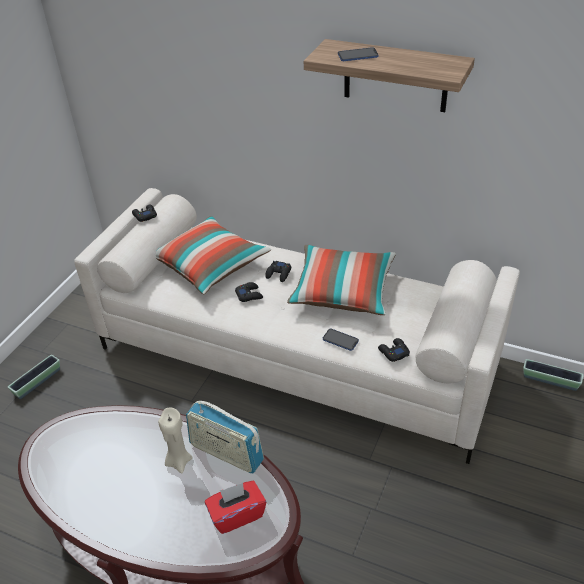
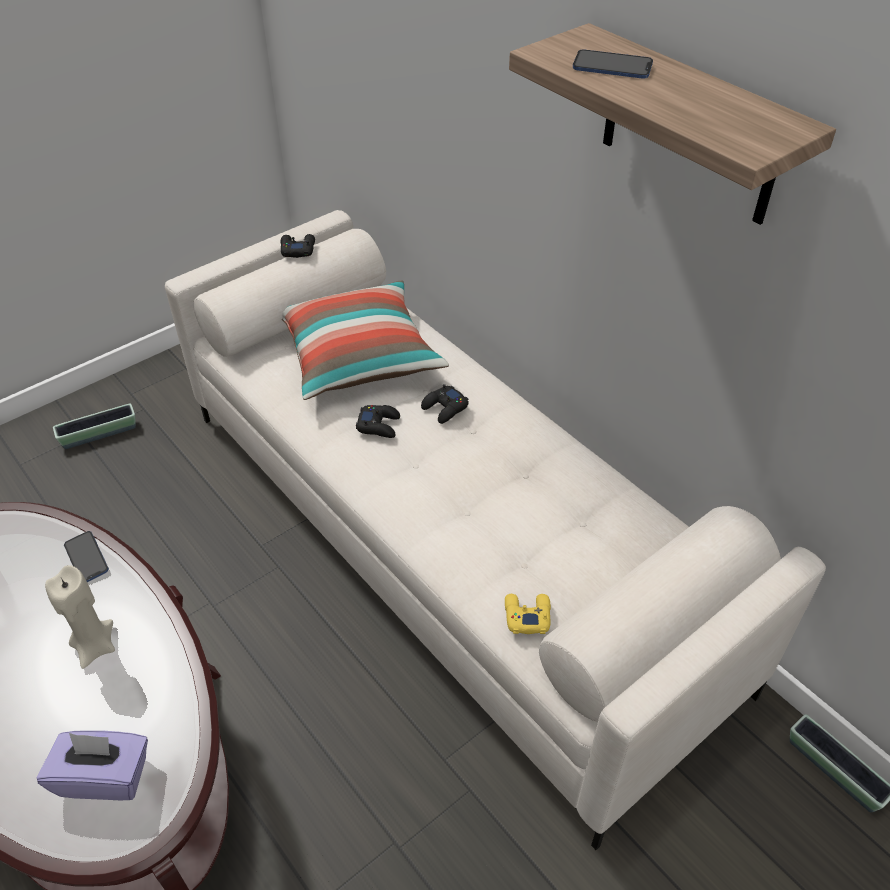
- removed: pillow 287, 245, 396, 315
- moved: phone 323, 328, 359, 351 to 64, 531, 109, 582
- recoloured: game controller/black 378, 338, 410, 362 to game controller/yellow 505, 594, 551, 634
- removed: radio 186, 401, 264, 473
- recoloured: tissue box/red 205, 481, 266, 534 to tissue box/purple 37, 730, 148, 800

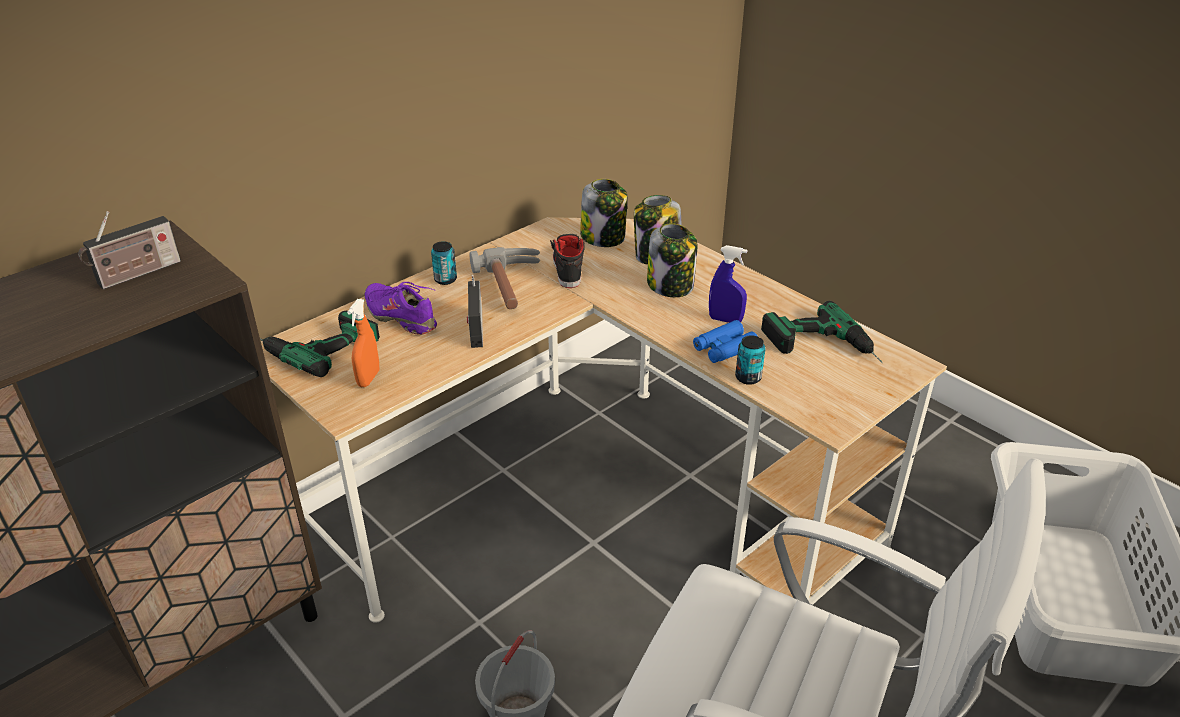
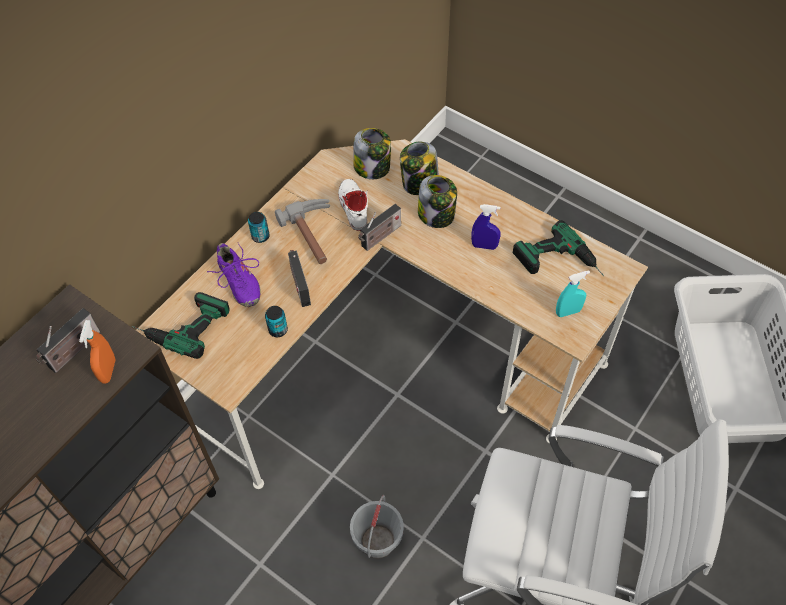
- recoloured: shoe/black 550, 234, 586, 288 to shoe/white 338, 179, 368, 231
- turned: shoe/purple 365, 282, 437, 335 = 207, 243, 261, 307 150 degrees counterclockwise
- moved: spray bottle/orange 347, 299, 379, 387 to 79, 320, 116, 384
- removed: binoculars/blue 693, 320, 758, 363
- moved: can 735, 335, 766, 385 to 265, 306, 288, 337
- added: radio 358, 204, 401, 251
- added: spray bottle/turquoise 556, 271, 590, 317

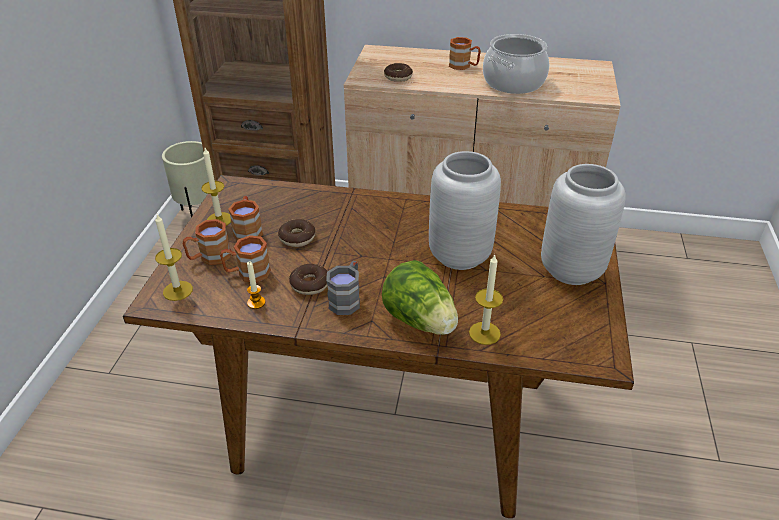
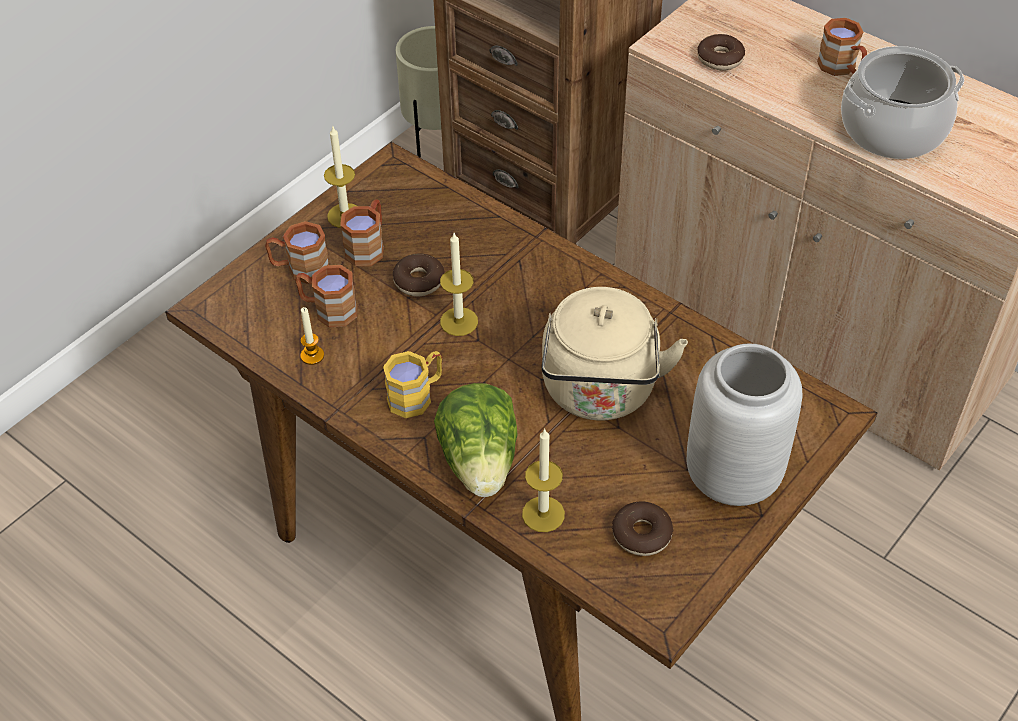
- replaced: vase/grey 429, 151, 501, 270 to kettle/beige 542, 287, 688, 421
- moved: candle 155, 214, 193, 301 to 440, 233, 478, 336
- recoloured: mug/grey 326, 261, 360, 315 to mug/yellow 383, 351, 442, 418
- moved: donut 289, 264, 328, 295 to 612, 501, 673, 556

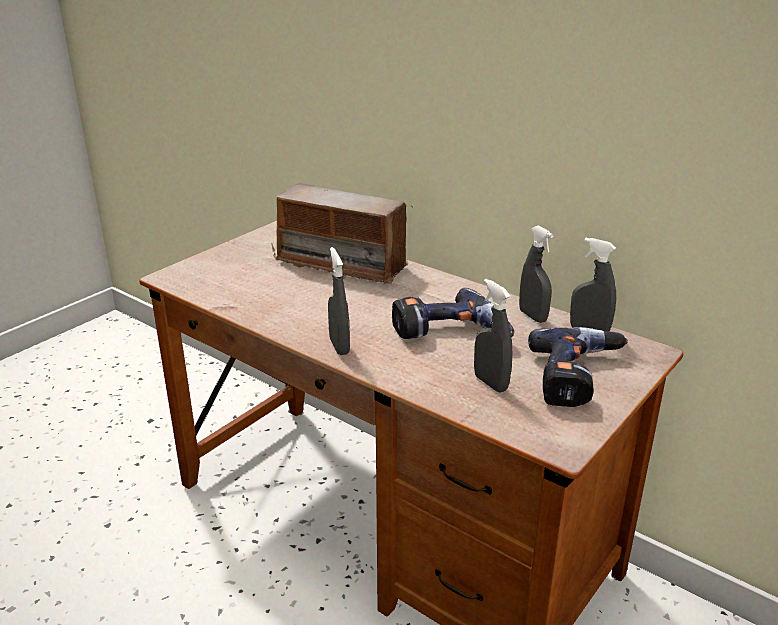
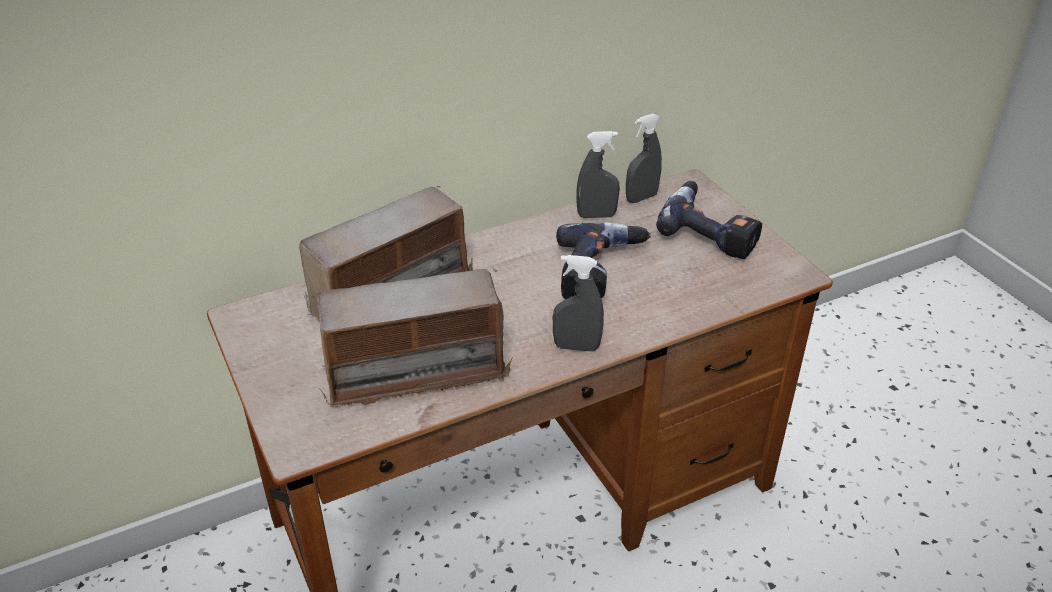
- removed: spray bottle/grey 474, 279, 512, 393
- added: radio 317, 269, 513, 407

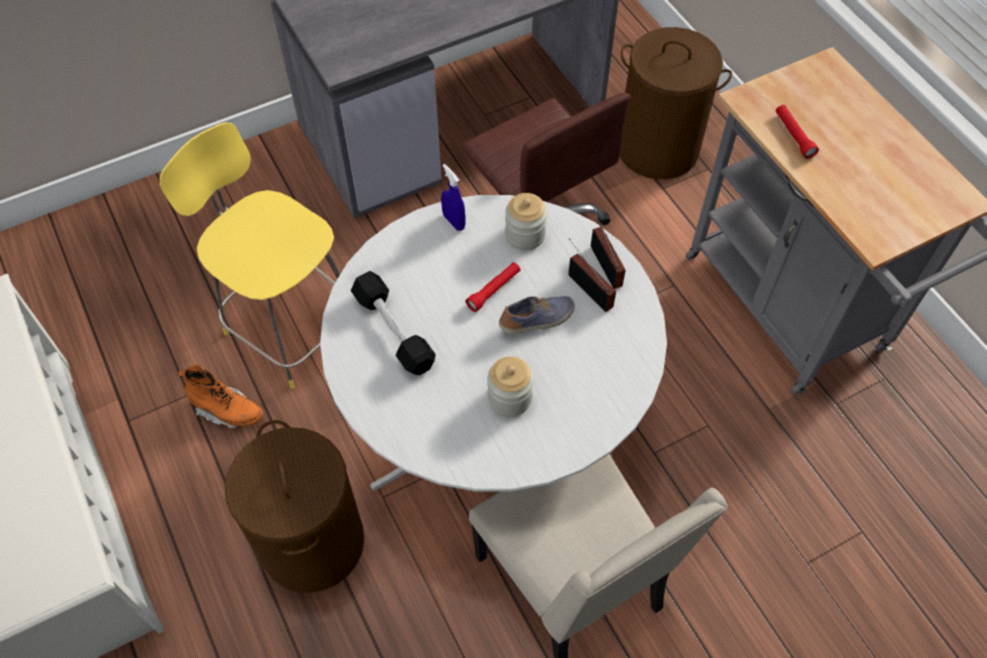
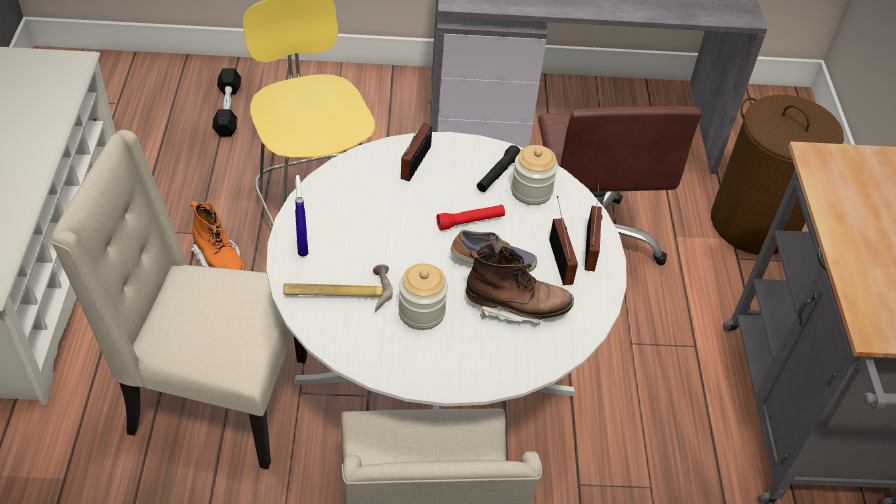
- removed: flashlight/red 776, 105, 819, 159
- moved: spray bottle/blue 441, 164, 466, 231 to 295, 175, 308, 256
- moved: dumbbell/black 351, 271, 436, 375 to 212, 68, 241, 137
- replaced: laundry basket/brown 225, 420, 364, 593 to chair/beige 50, 130, 307, 469
- added: radio 401, 102, 432, 181
- added: flashlight/black 477, 145, 521, 192
- added: boot/brown 466, 243, 574, 325
- added: hammer 283, 264, 393, 312

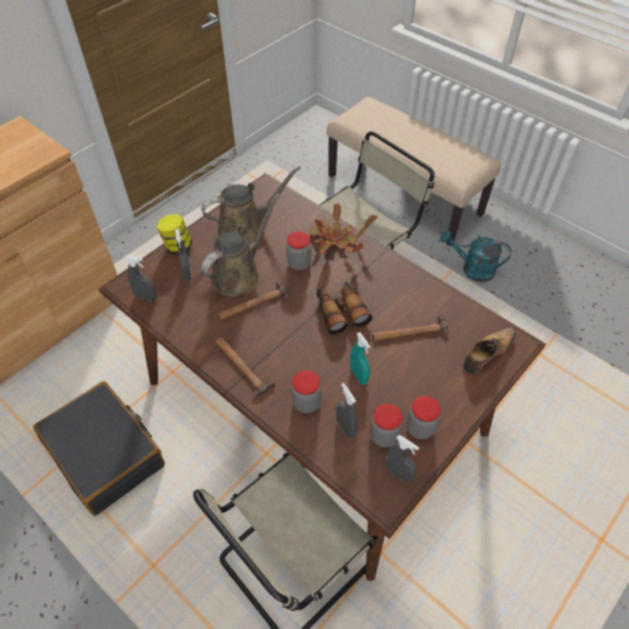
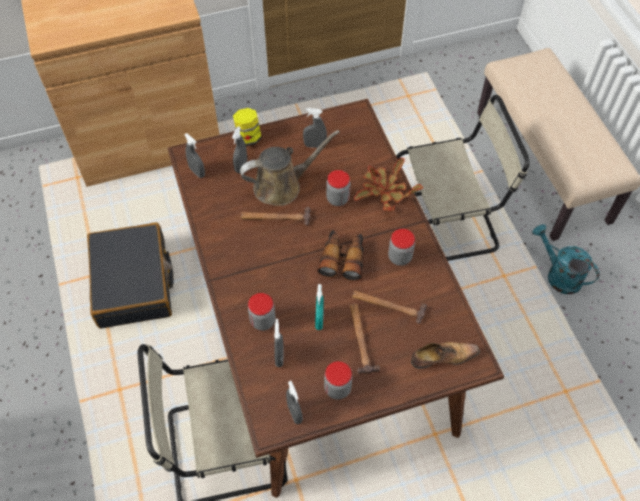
- replaced: watering can/brown 201, 166, 301, 245 to spray bottle/grey 303, 108, 327, 148
- moved: hammer 216, 337, 275, 397 to 350, 304, 380, 374
- moved: jar 370, 404, 403, 448 to 388, 229, 415, 266

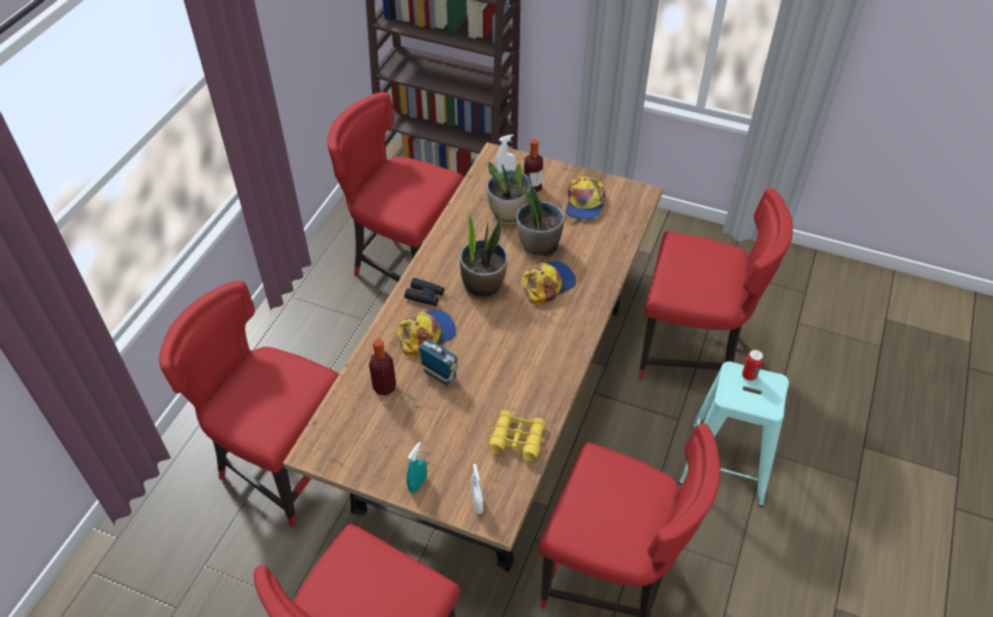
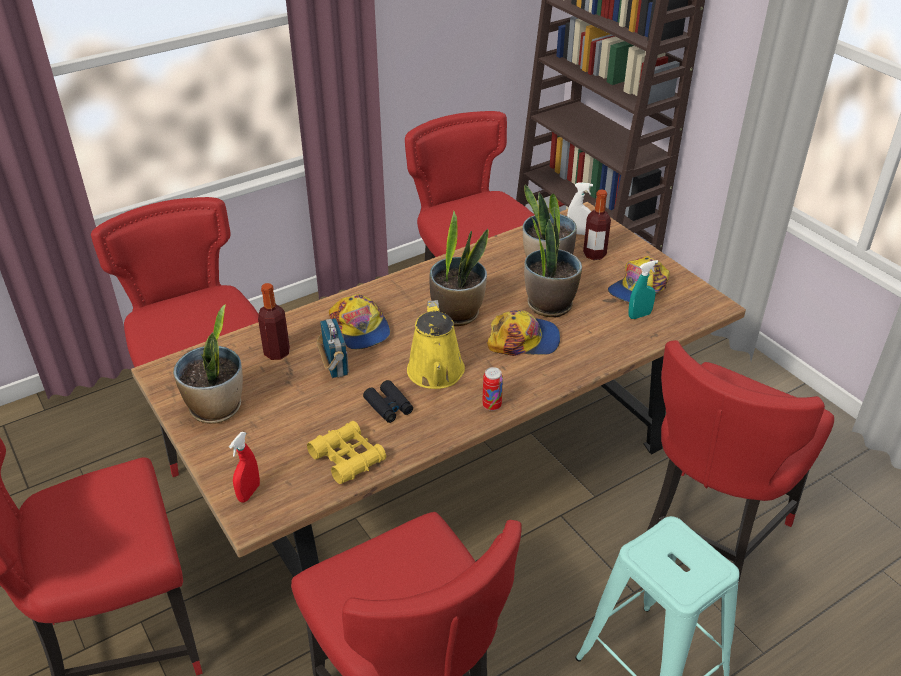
- turned: chair/red 638, 188, 793, 379 = 647, 340, 834, 582 75 degrees clockwise
- moved: binoculars/black 404, 278, 444, 306 to 363, 380, 413, 423
- turned: cap 396, 310, 456, 356 = 329, 294, 390, 350 60 degrees clockwise
- moved: can 742, 350, 763, 381 to 482, 367, 503, 411
- moved: spray bottle/turquoise 407, 442, 427, 493 to 628, 260, 658, 319
- recoloured: spray bottle/white 471, 464, 483, 514 to spray bottle/red 229, 432, 260, 502
- added: watering can/yellow 407, 300, 465, 389
- added: potted plant 173, 304, 243, 424

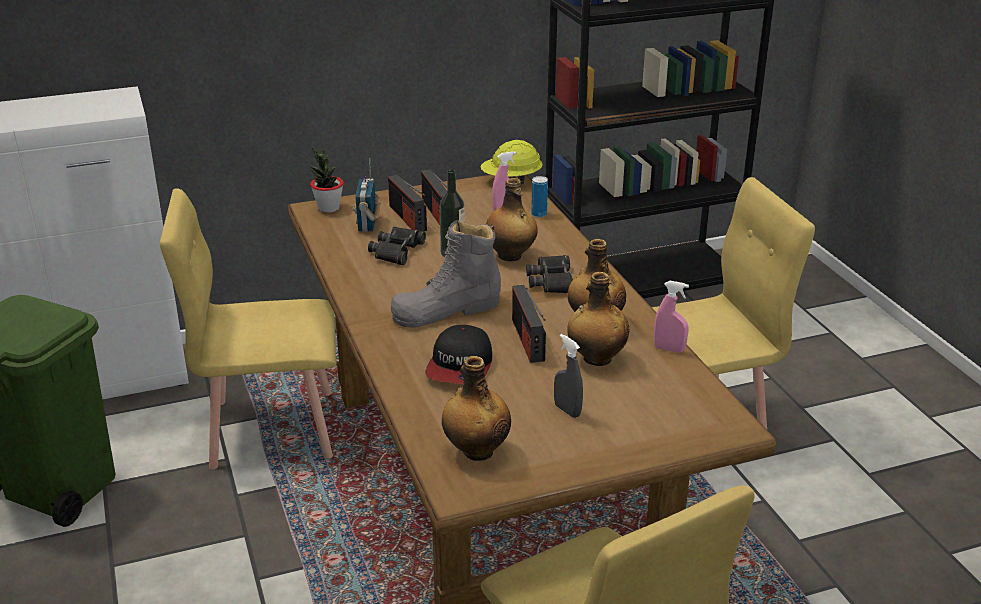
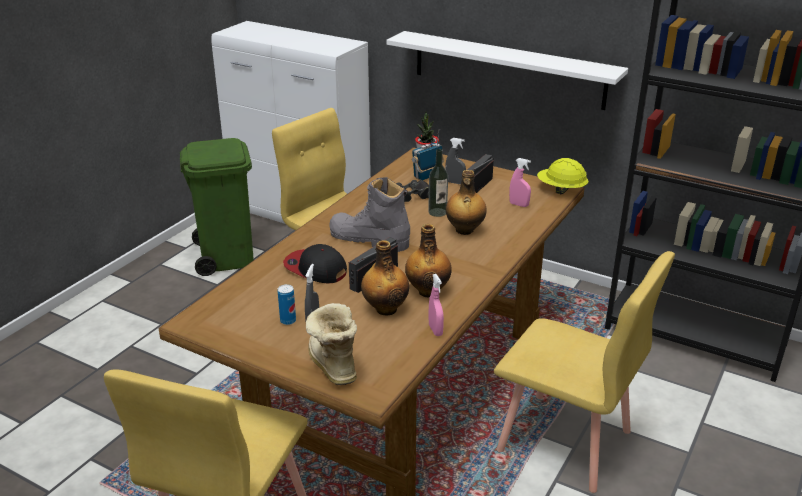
- replaced: radio 388, 175, 427, 231 to spray bottle/grey 445, 138, 466, 184
- moved: can 531, 176, 548, 217 to 278, 284, 296, 325
- removed: binoculars/black 526, 255, 573, 293
- turned: cap 425, 325, 492, 384 = 283, 244, 347, 283 60 degrees clockwise
- removed: bottle 442, 356, 511, 461
- added: shelf/white 387, 31, 628, 110
- added: boot 306, 303, 357, 385

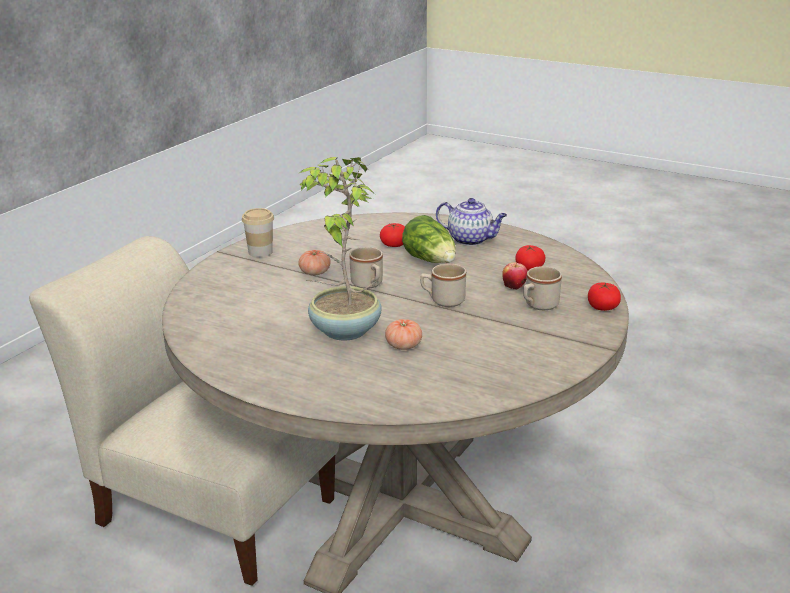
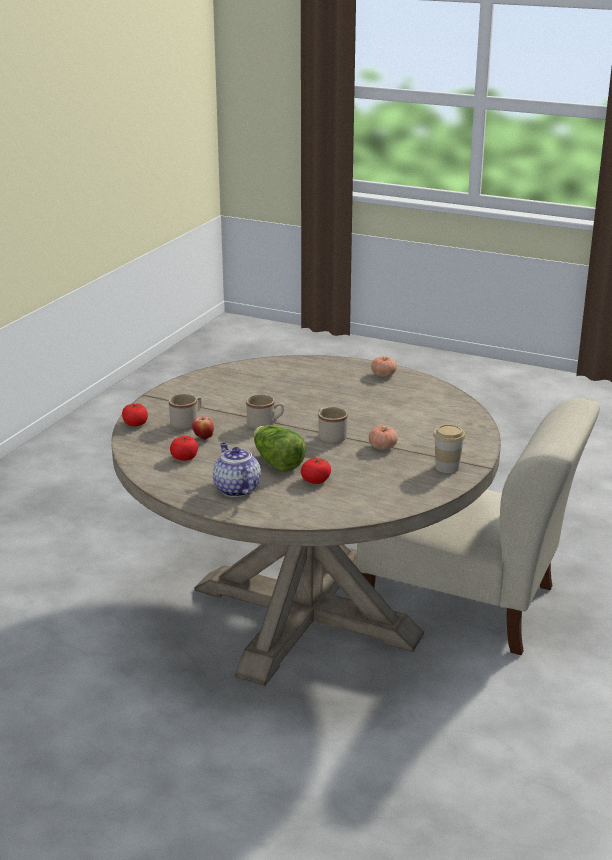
- removed: potted plant 298, 157, 382, 340
- turned: teapot 436, 198, 507, 246 = 213, 443, 261, 497 45 degrees clockwise
- moved: tomato 385, 319, 422, 350 to 371, 357, 397, 377

